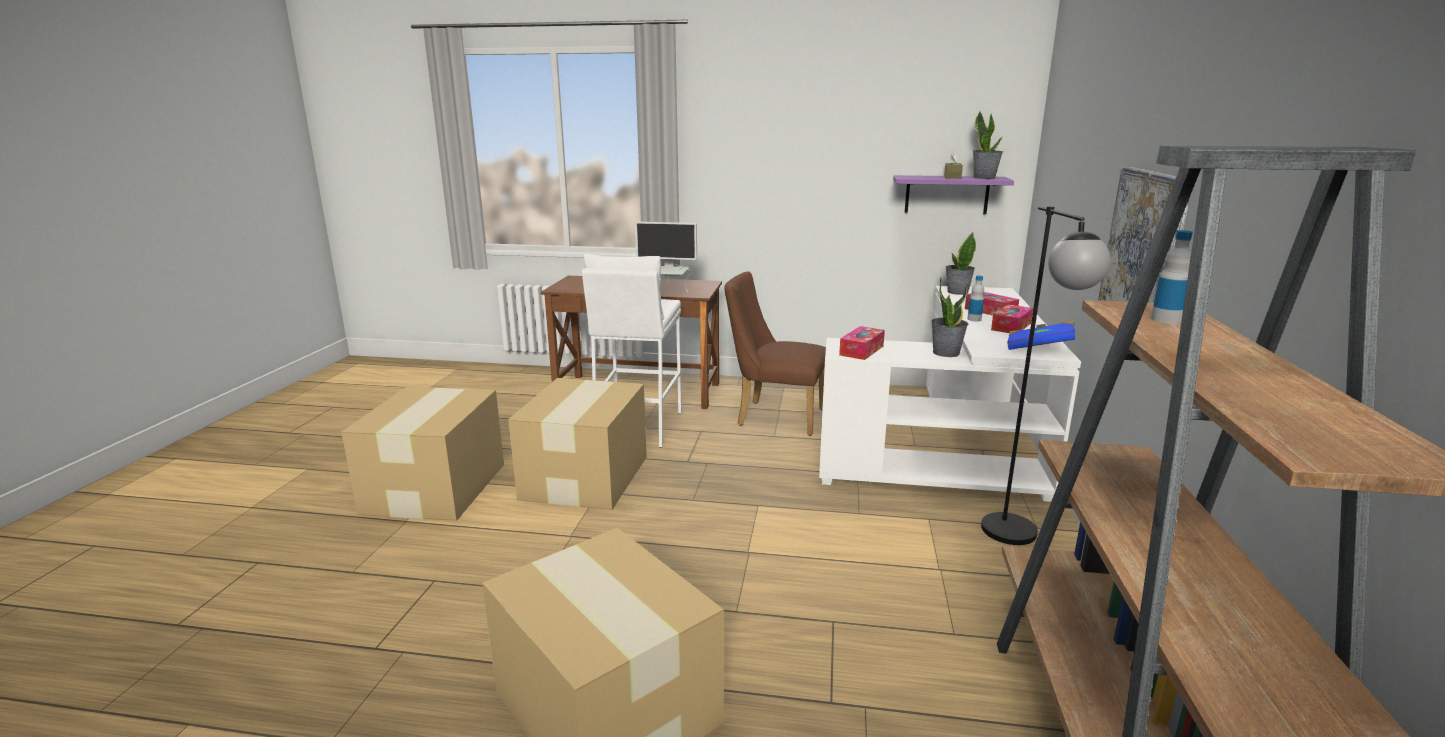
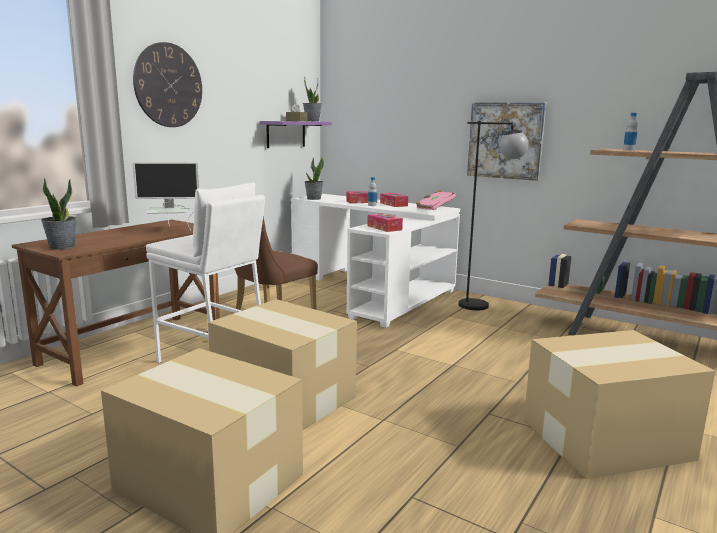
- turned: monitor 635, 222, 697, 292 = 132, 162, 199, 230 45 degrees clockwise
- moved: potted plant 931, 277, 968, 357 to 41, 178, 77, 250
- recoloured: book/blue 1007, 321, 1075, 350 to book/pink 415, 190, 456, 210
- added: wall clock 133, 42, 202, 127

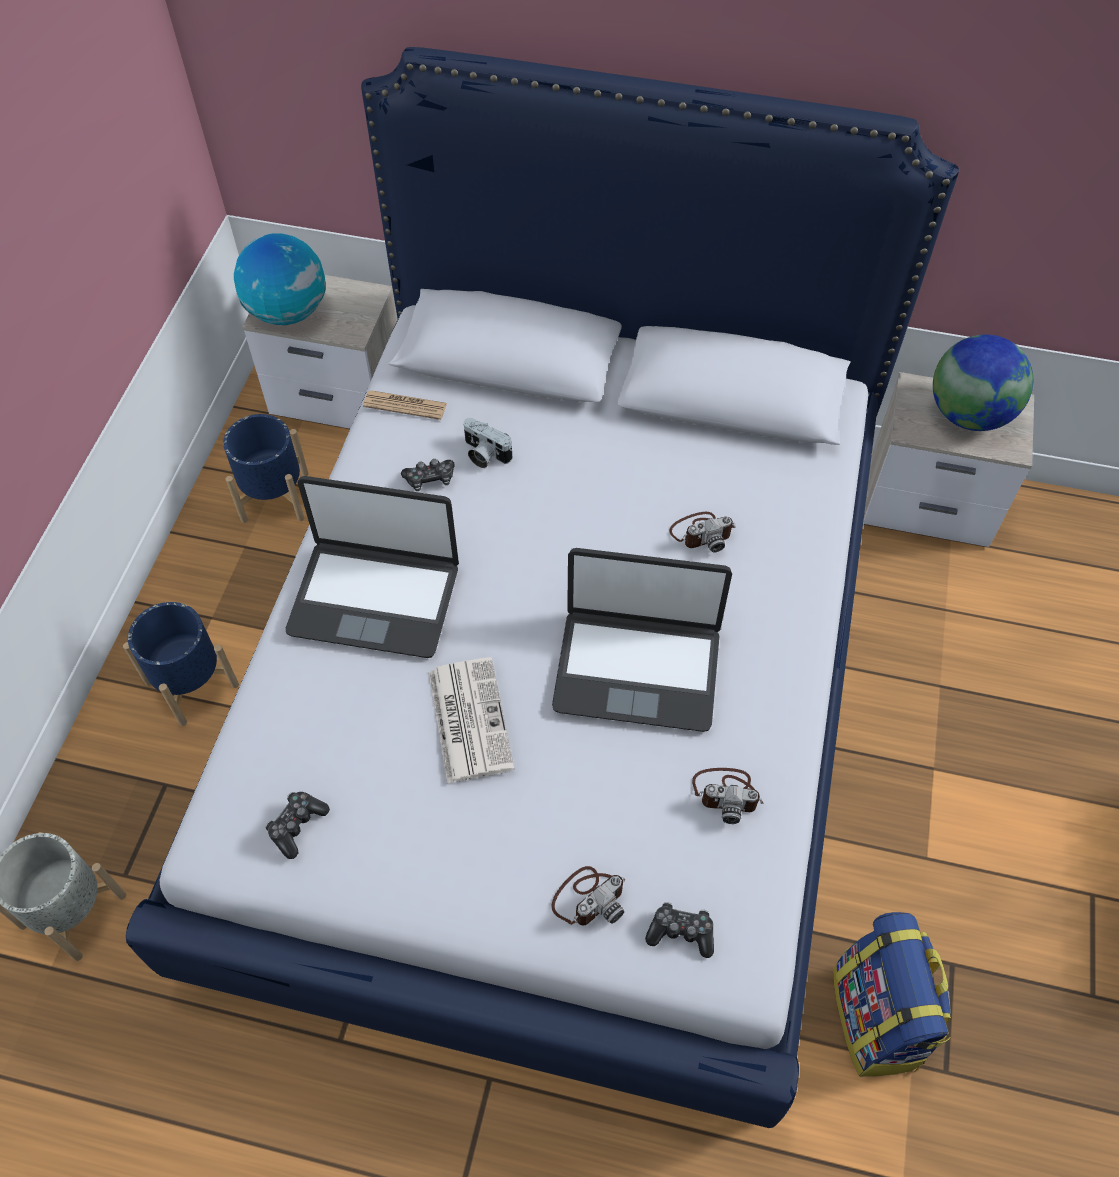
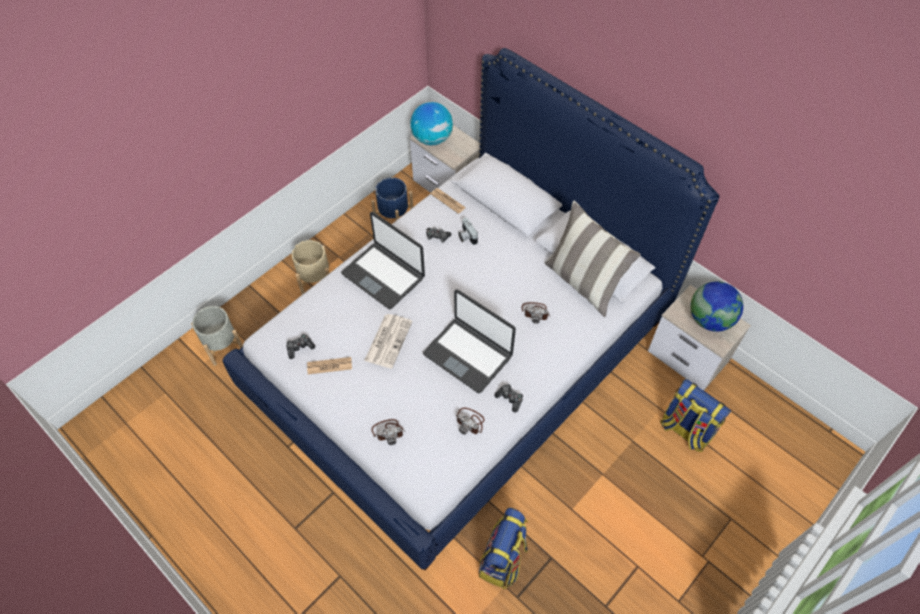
- recoloured: planter/blue 123, 602, 239, 726 to planter/beige 292, 240, 329, 295
- moved: game controller 645, 902, 714, 958 to 494, 384, 523, 412
- added: pillow 545, 201, 641, 317
- added: newspaper 307, 357, 352, 374
- added: backpack 660, 379, 731, 452

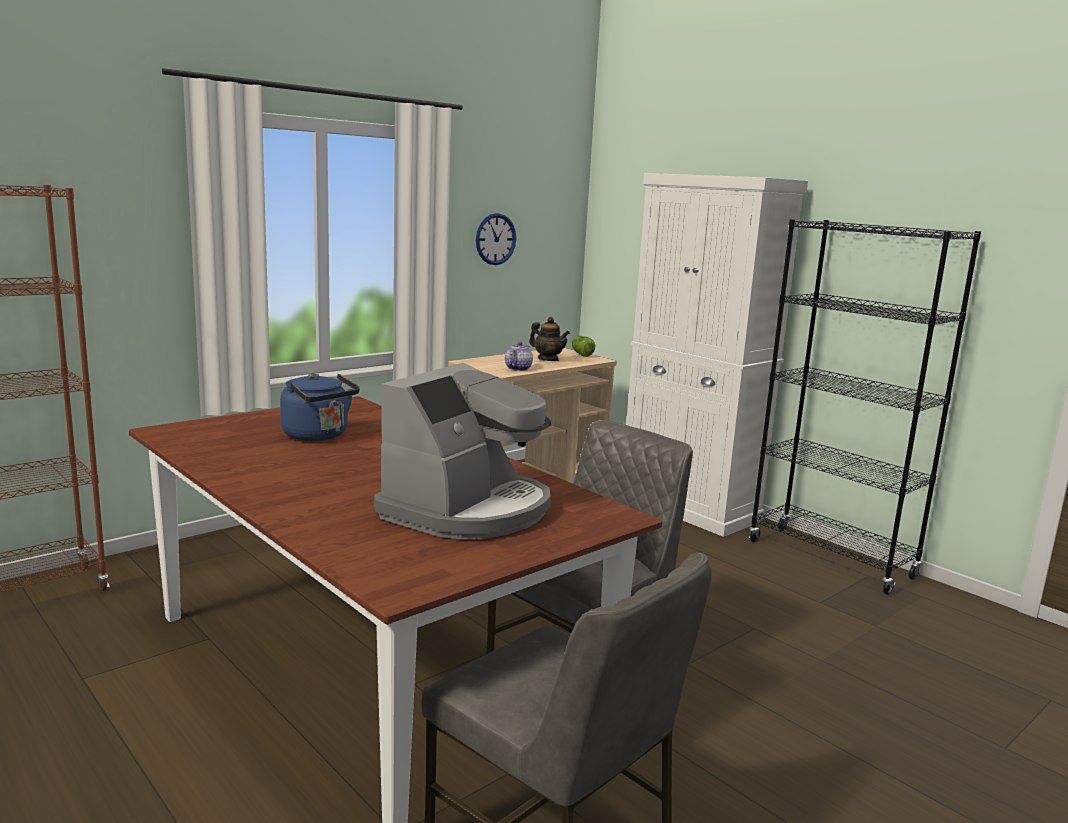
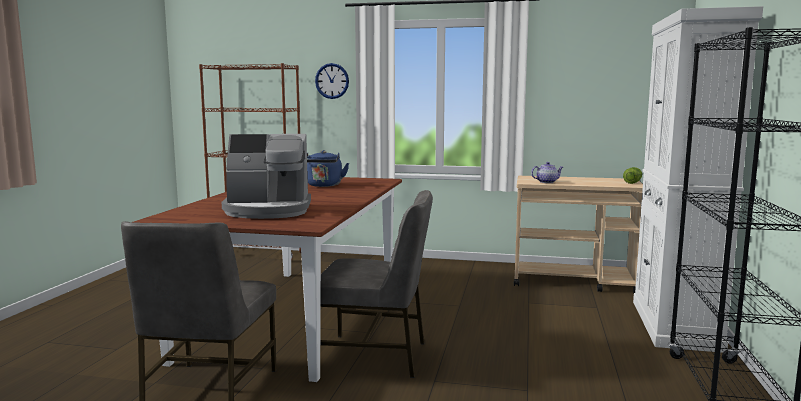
- moved: wall clock 476, 213, 516, 265 to 315, 63, 349, 99
- removed: teapot 529, 317, 570, 361

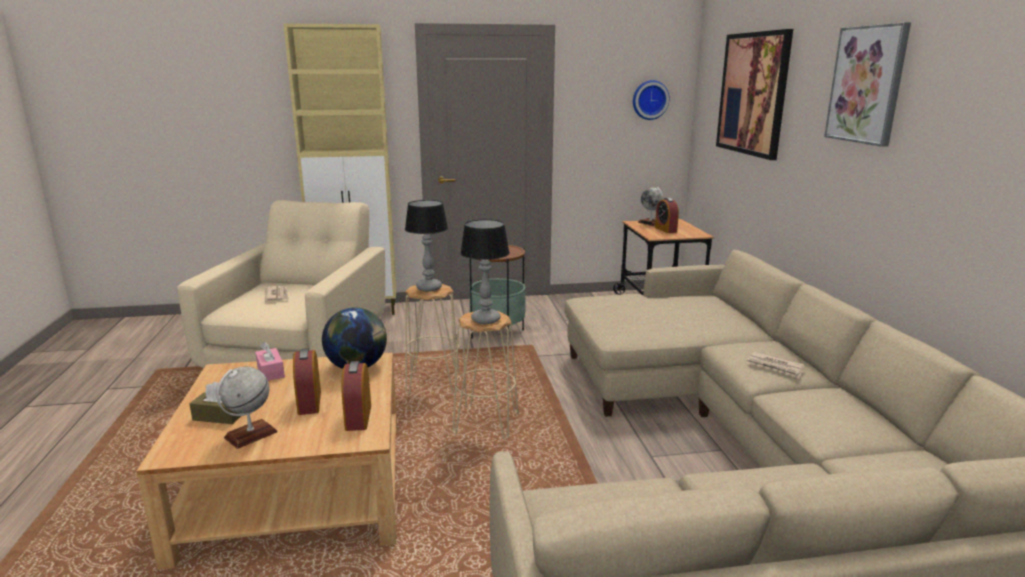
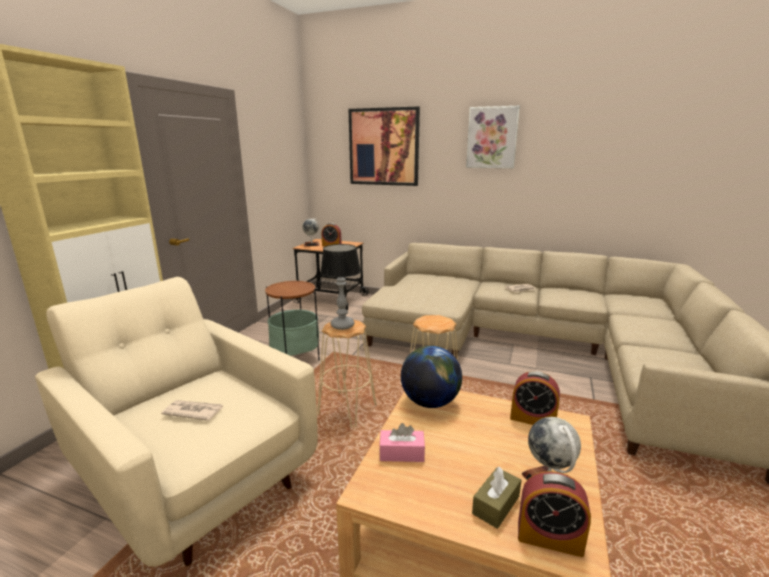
- removed: wall clock 633, 80, 670, 120
- removed: table lamp 460, 219, 510, 324
- moved: alarm clock 293, 348, 321, 415 to 518, 471, 591, 557

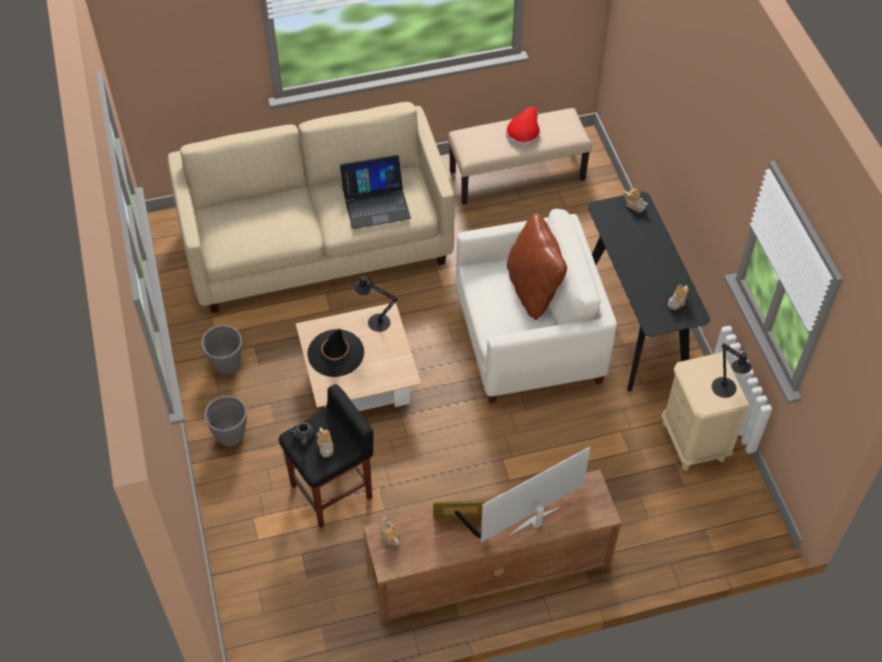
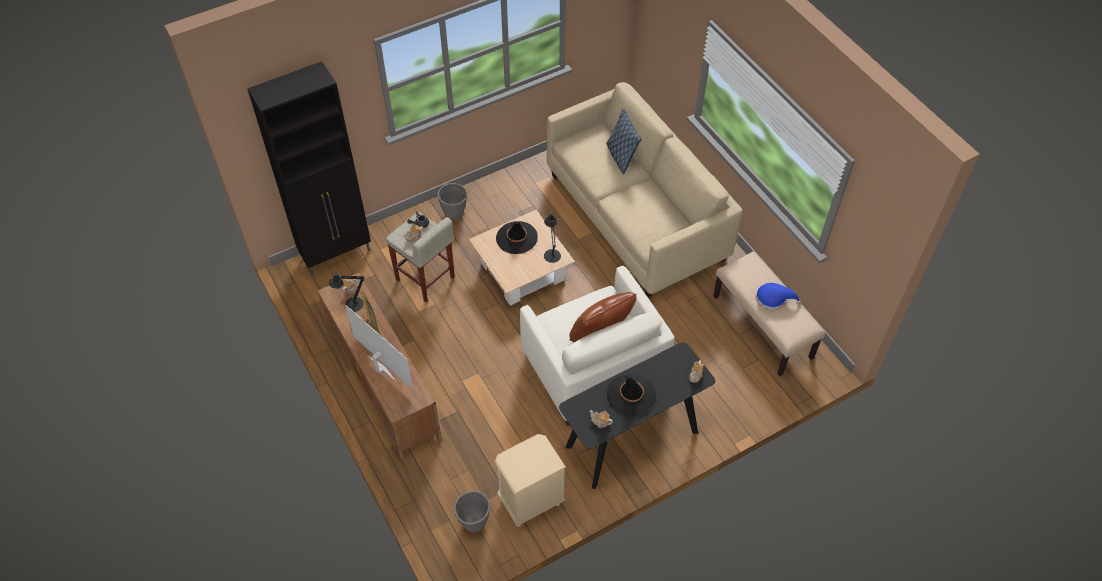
- recoloured: hat/red 506, 107, 540, 146 to hat/blue 756, 283, 801, 310
- removed: laptop 340, 155, 411, 229
- moved: planter/grey 201, 325, 242, 375 to 454, 491, 490, 532
- moved: table lamp/black 712, 343, 752, 398 to 329, 271, 365, 312
- recoloured: stool/black 279, 384, 374, 528 to stool/beige 385, 212, 455, 302
- added: cabinet/black 247, 61, 371, 275
- added: pillow 606, 108, 641, 174
- added: hat/black 607, 374, 656, 415

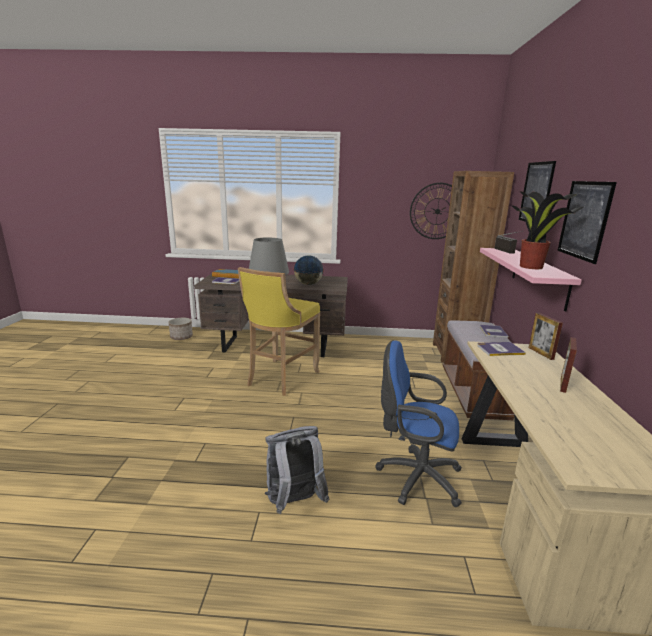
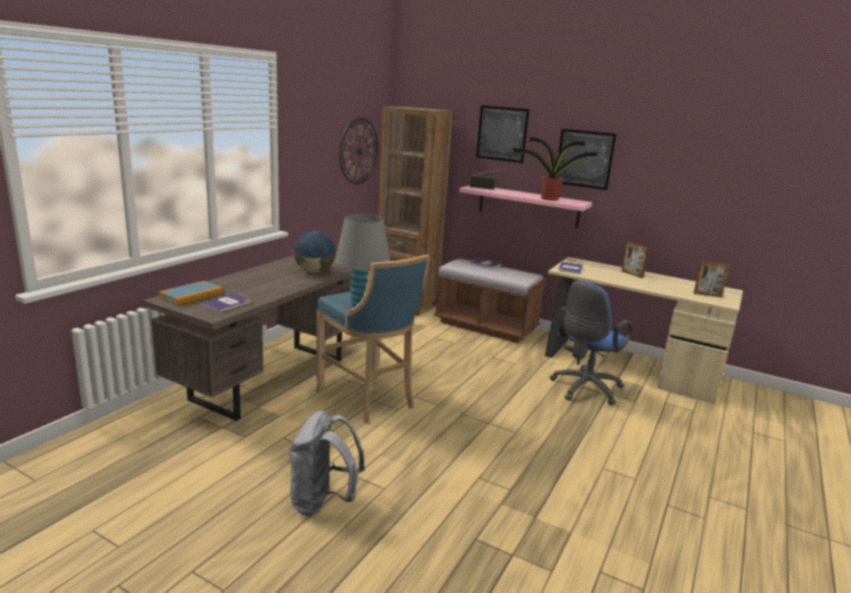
- recoloured: stool/yellow 238, 267, 320, 396 to stool/blue 315, 254, 430, 424
- moved: picture frame 529, 313, 563, 360 to 694, 261, 730, 297
- removed: planter 168, 318, 193, 340
- moved: backpack/grey 265, 426, 330, 514 to 288, 410, 365, 516

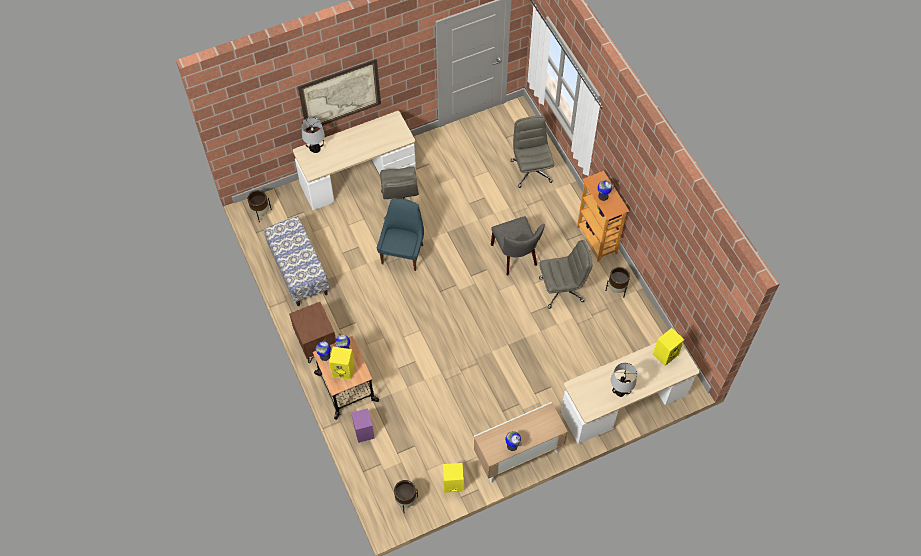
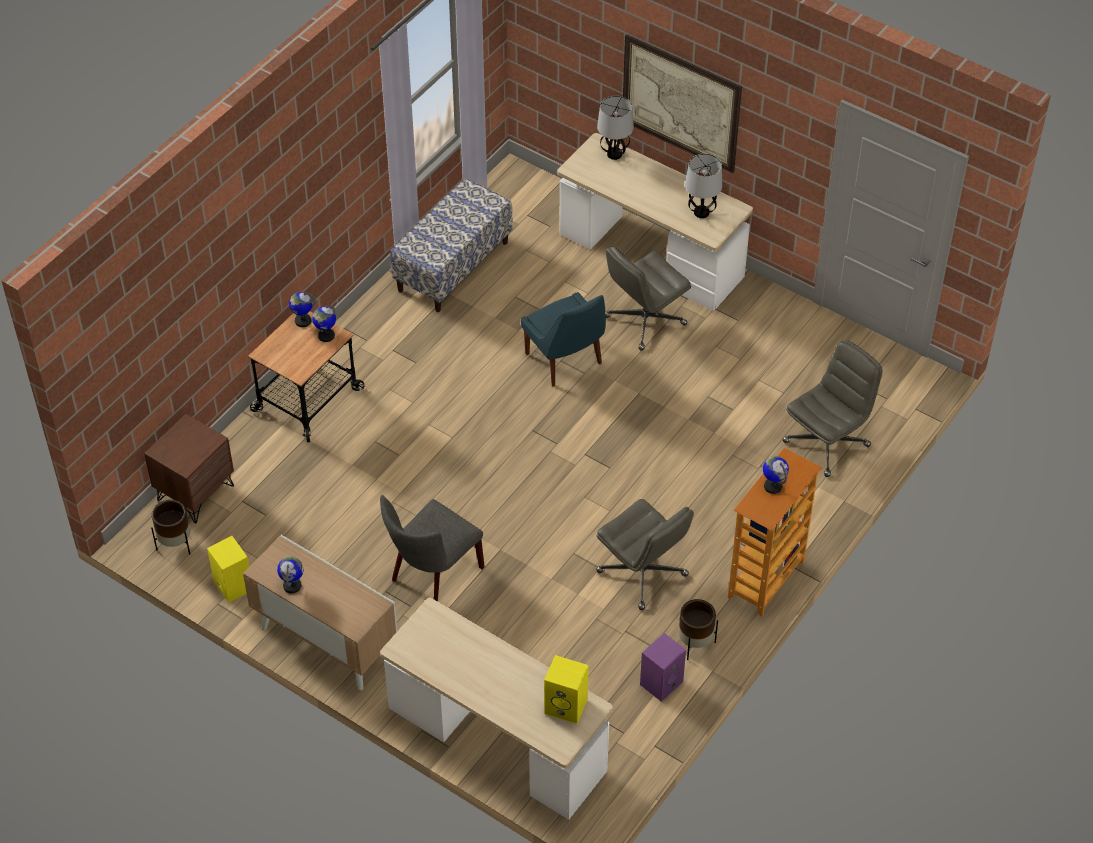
- removed: planter/brown 248, 190, 272, 223
- turned: chair/blue 377, 199, 424, 271 = 521, 292, 606, 387 75 degrees clockwise
- moved: chair/grey 491, 216, 545, 276 to 380, 495, 485, 602
- moved: nightstand/brown 289, 302, 336, 363 to 144, 414, 234, 523
- removed: speaker/yellow 329, 347, 355, 380
- moved: table lamp 611, 363, 637, 397 to 685, 154, 722, 218
- moved: speaker/purple 351, 408, 375, 443 to 640, 633, 686, 702

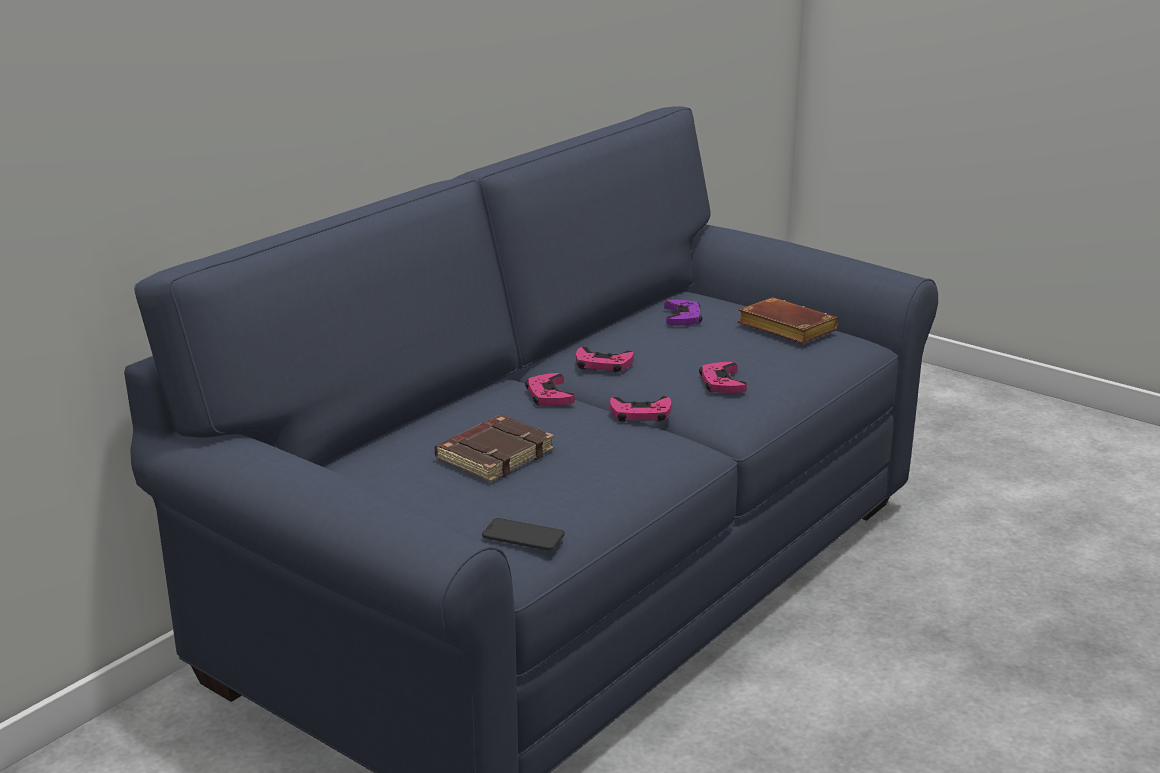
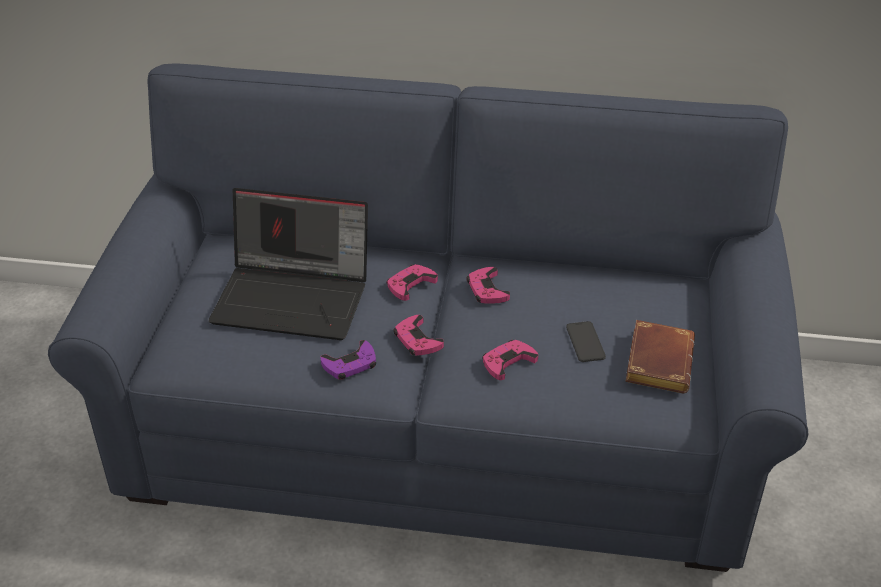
- moved: game controller/purple 664, 300, 702, 326 to 320, 340, 376, 380
- replaced: book/brown 435, 415, 554, 482 to laptop 209, 188, 368, 340
- moved: phone 482, 518, 565, 551 to 566, 321, 606, 362

